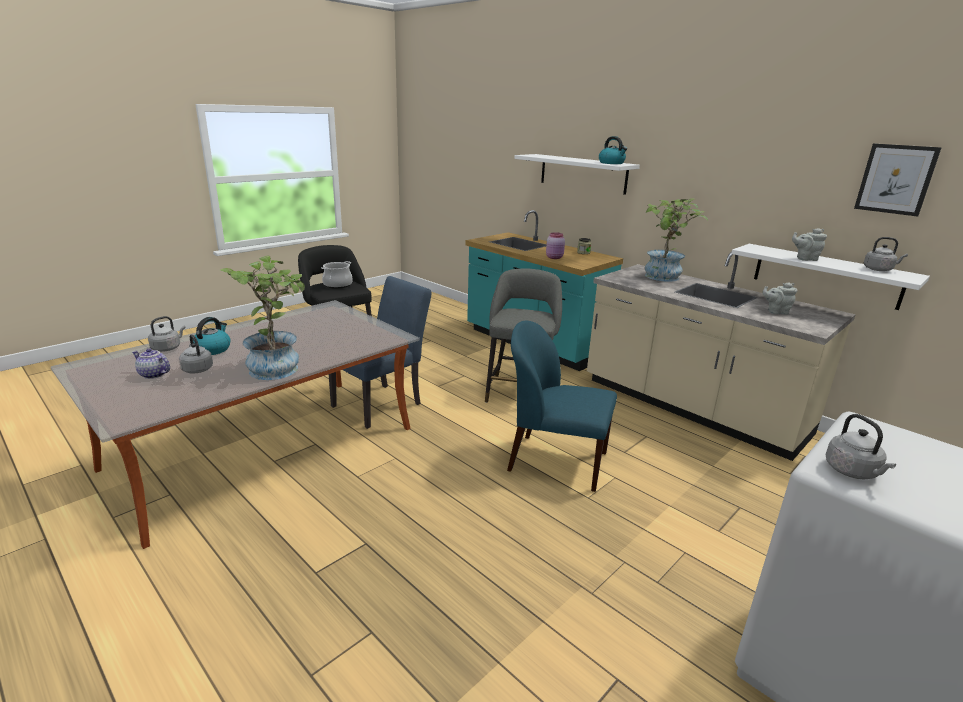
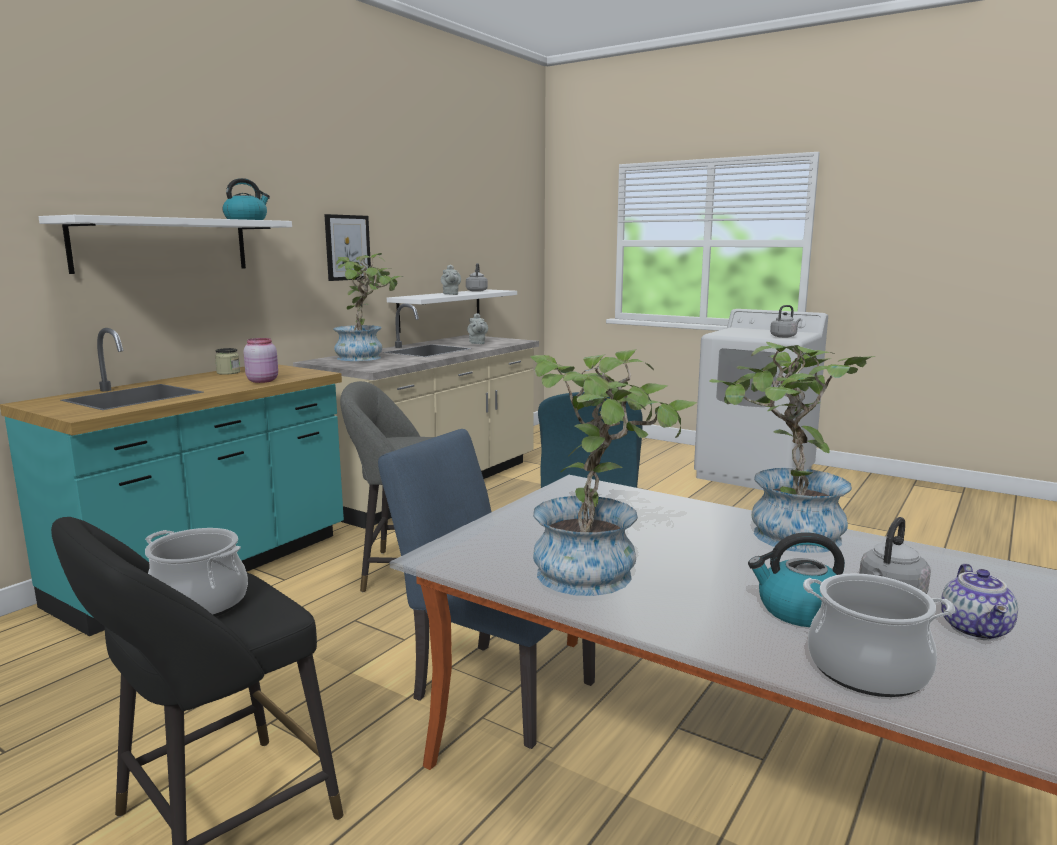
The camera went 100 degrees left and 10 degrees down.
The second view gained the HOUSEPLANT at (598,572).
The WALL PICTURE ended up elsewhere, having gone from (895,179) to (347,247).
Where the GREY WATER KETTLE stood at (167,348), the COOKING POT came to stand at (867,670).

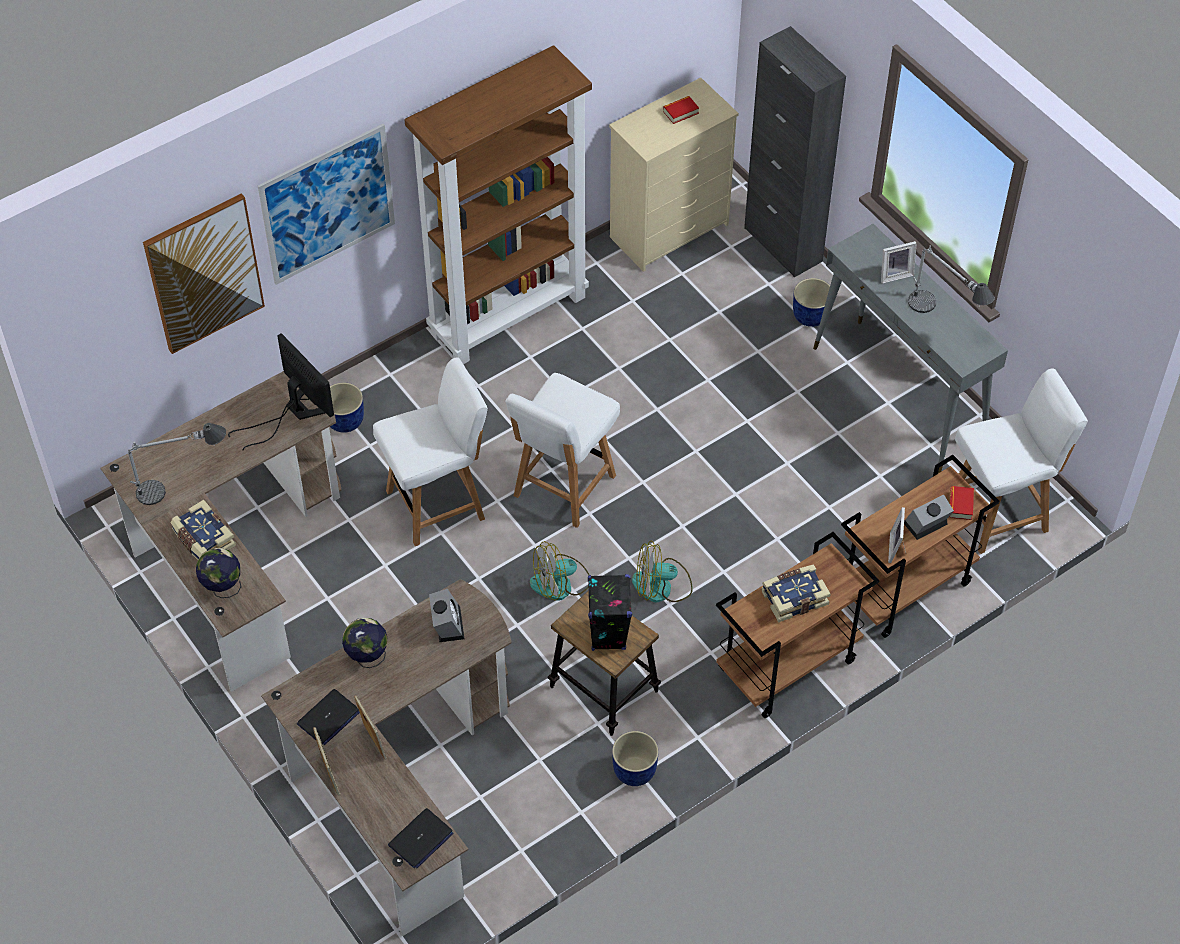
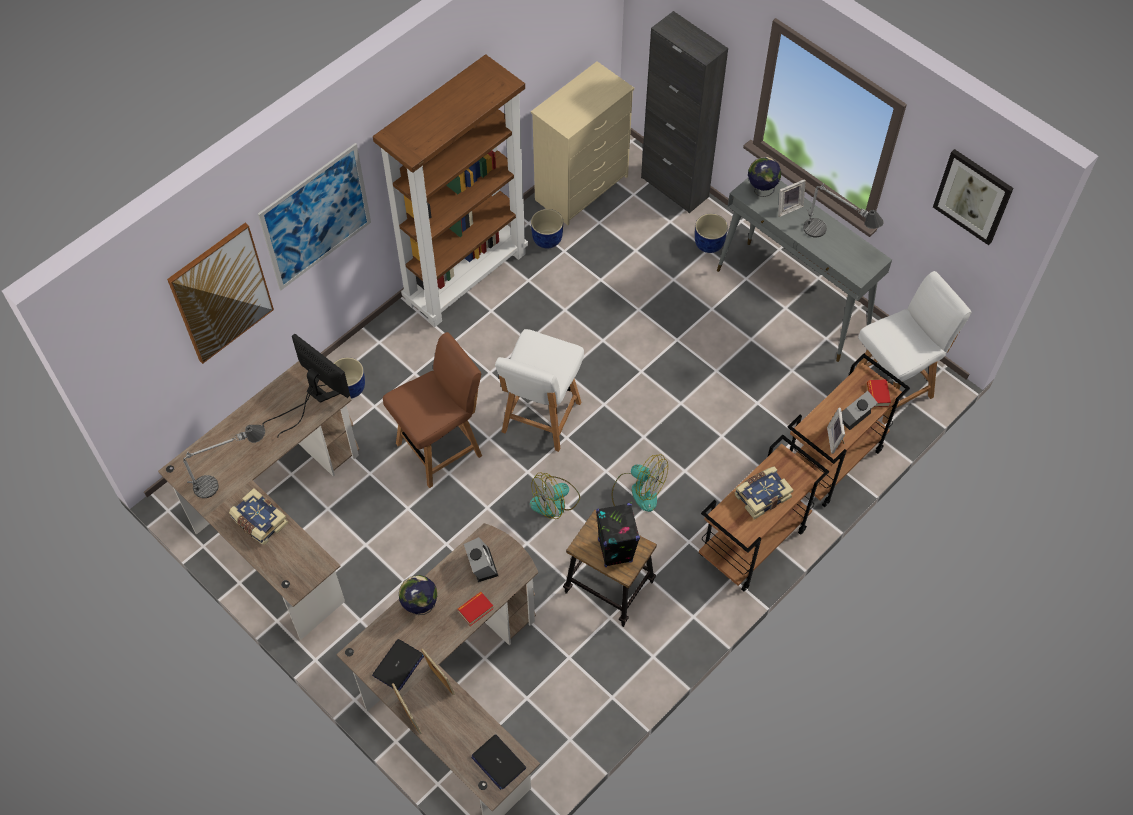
The camera went 10 degrees left and 5 degrees up.
The second view gained the WALL PICTURE at (973,196).
The DESK GLOBE ended up elsewhere, having gone from (222,588) to (761,190).
The BLUISH FLOWER POT ended up elsewhere, having gone from (634,771) to (547,239).
The BOUND BOOK ended up elsewhere, having gone from (680,112) to (475,610).
What was the WHITE-COLOURED PLAIN CHAIR at (438,504) turned into the BROWN PLAIN CHAIR at (441,448).
The NOTEBOOK COMPUTER at (420,839) ended up facing another way, 105 degrees clockwise from before.
The COOLING FAN at (661,586) ended up facing another way, 135 degrees counterclockwise from before.

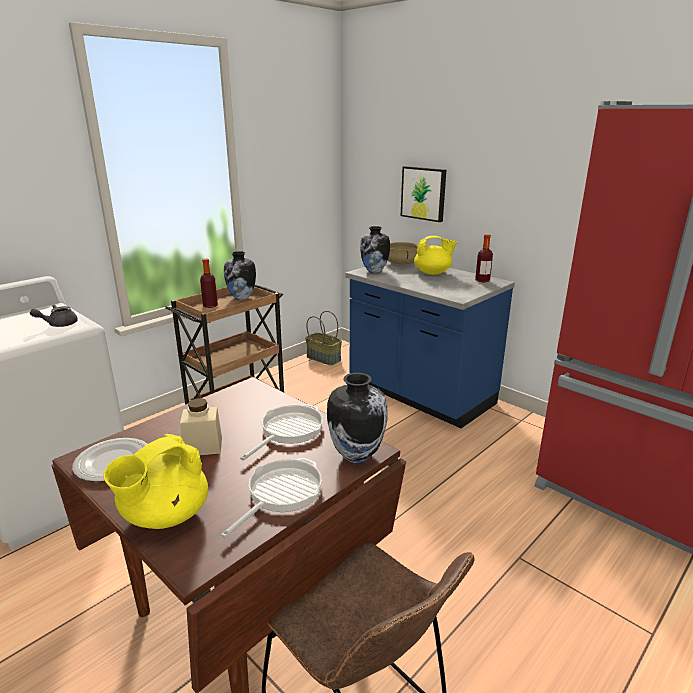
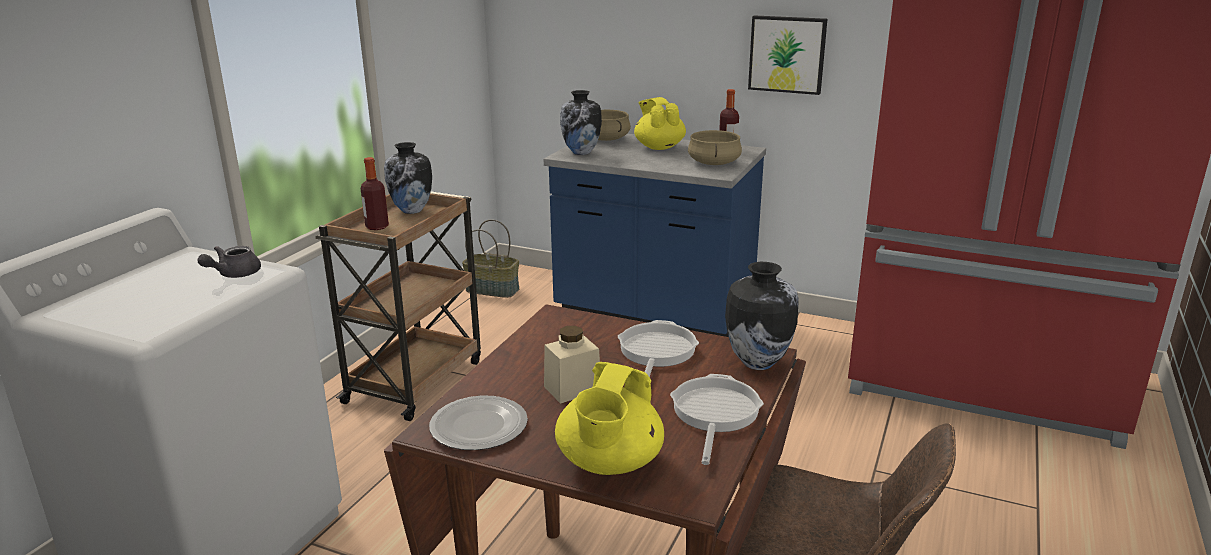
The camera went 20 degrees left and 0 degrees up.
The second view gained the BEIGE COOKING POT at (713,163).
The WALL PICTURE ended up elsewhere, having gone from (424,193) to (787,54).
The YELLOWISH POT FOR TEA at (433,273) ended up facing another way, 90 degrees counterclockwise from before.

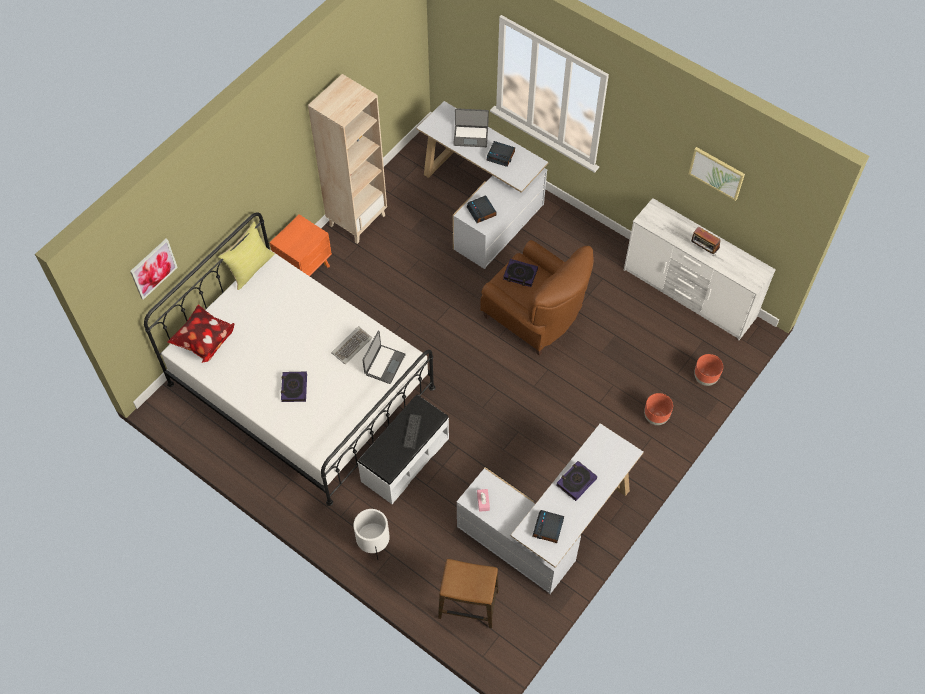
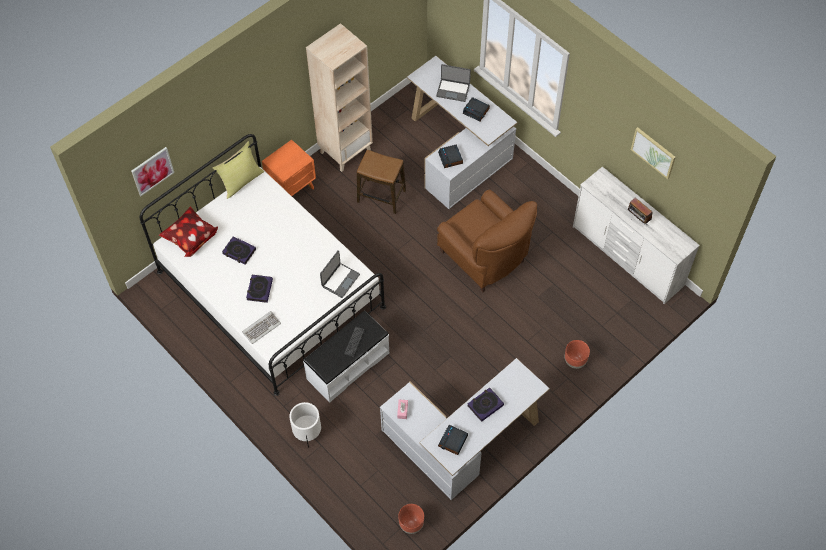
The camera went 10 degrees right and 0 degrees up.
The COMPUTER KEYBOARD ended up elsewhere, having gone from (351,345) to (261,328).
The STOOL SEAT ended up elsewhere, having gone from (468,605) to (381,196).
The BOUND BOOK ended up elsewhere, having gone from (520,274) to (239,252).
The BROWN FLOWER POT ended up elsewhere, having gone from (705,378) to (411,525).

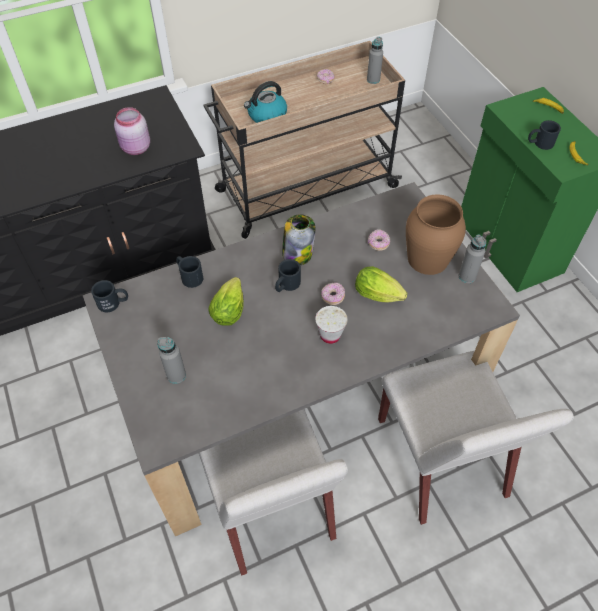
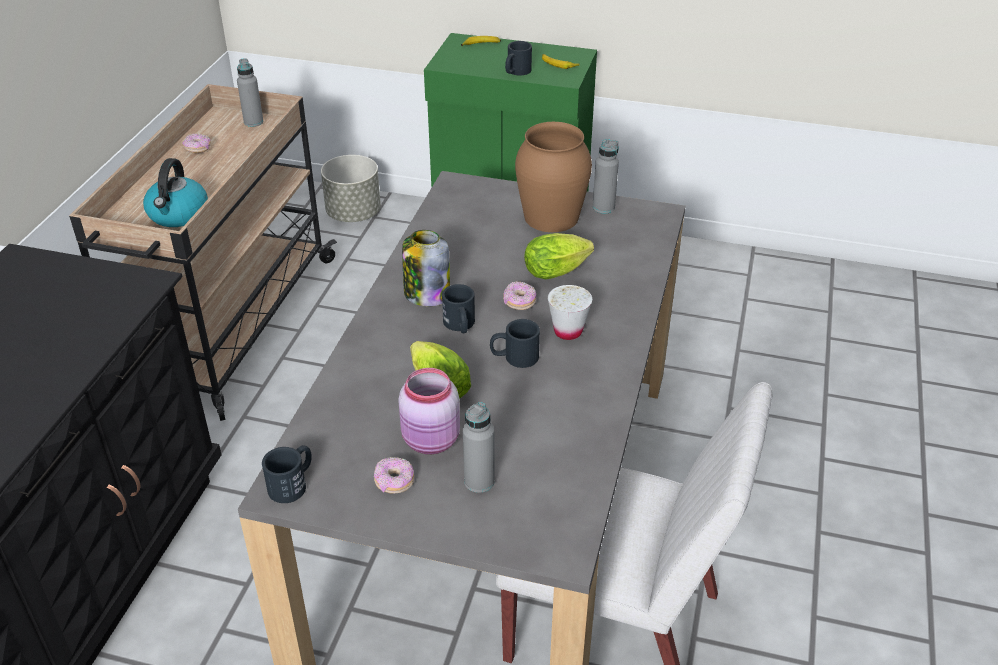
The camera went 50 degrees left and 15 degrees down.
The second view lost the WHITE-COLOURED PLAIN CHAIR at (442,459).
The second view gained the GREY FLOWER POT at (353,214).
The PINKISH STORAGE JAR ended up elsewhere, having gone from (135,148) to (432,441).
The BLACKISH MUG ended up elsewhere, having gone from (189,276) to (514,357).
The DONUT ended up elsewhere, having gone from (378,243) to (394,482).

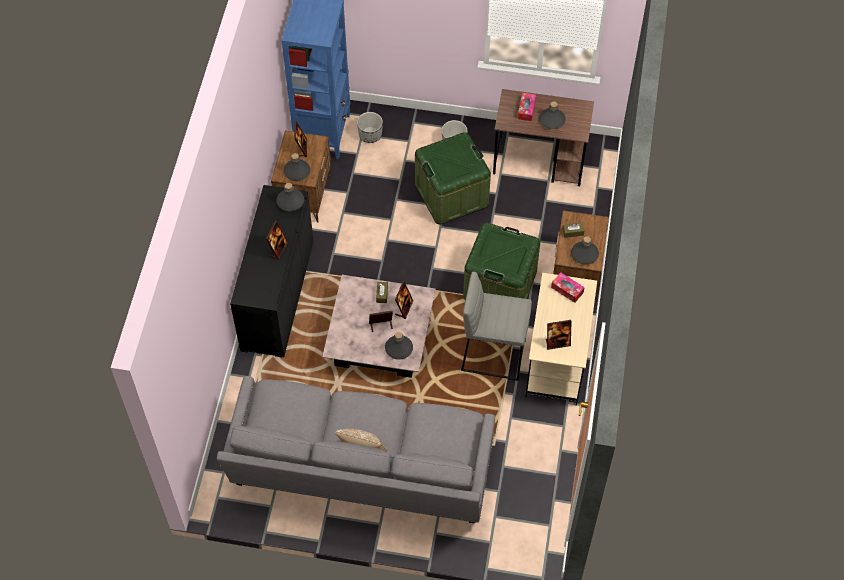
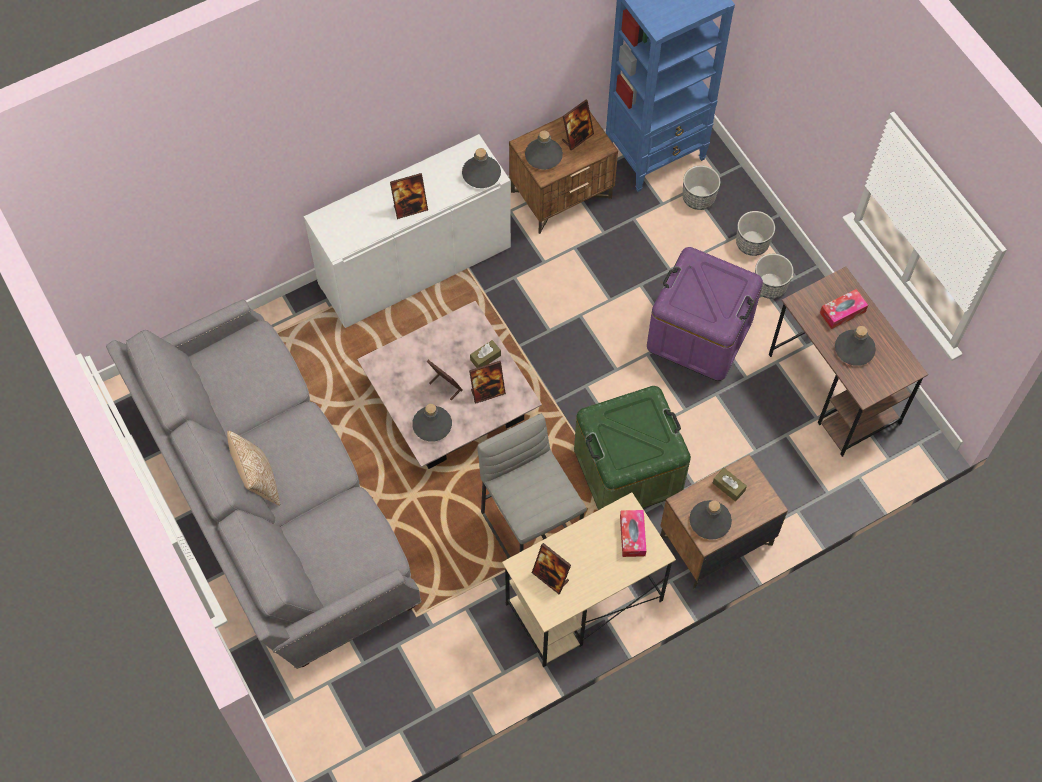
The camera went 50 degrees right and 5 degrees up.
The second view gained the FLOWER POT at (752,243).
What was the BLACKISH CUPBOARD at (277,295) turned into the WHITE-COLOURED CUPBOARD at (414,266).
What was the GREENISH STORAGE BOX at (451,195) turned into the PURPLE-COLOURED STORAGE BOX at (699,334).

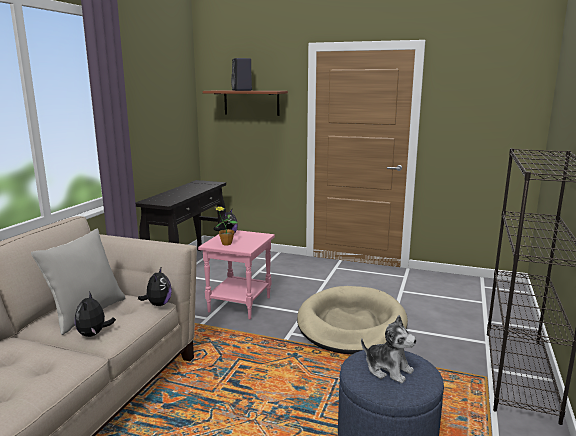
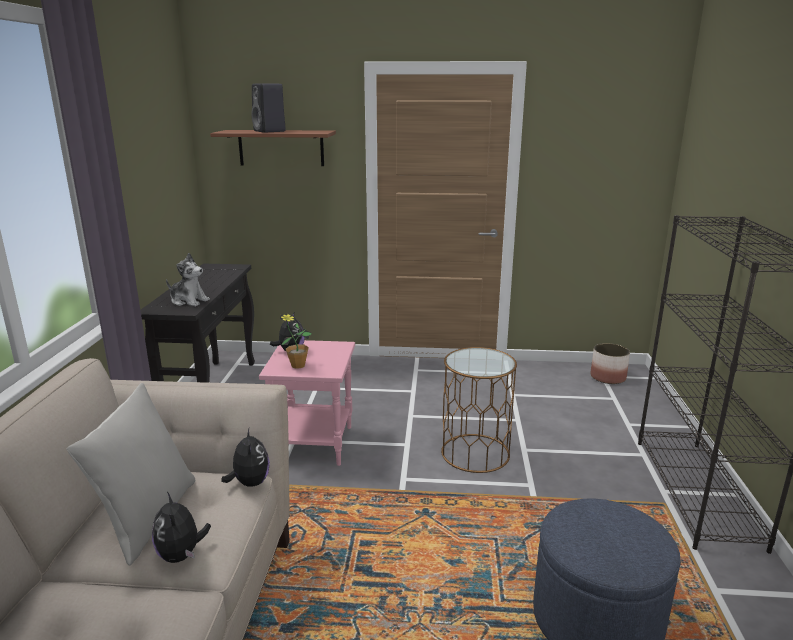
The camera went 15 degrees left and 5 degrees up.
The second view gained the FLOWER POT at (608,377).
The CUDDLY TOY ended up elsewhere, having gone from (388,369) to (189,301).
Where the BEIGE PET BED stood at (351,324), the BROWN END TABLE came to stand at (475,453).

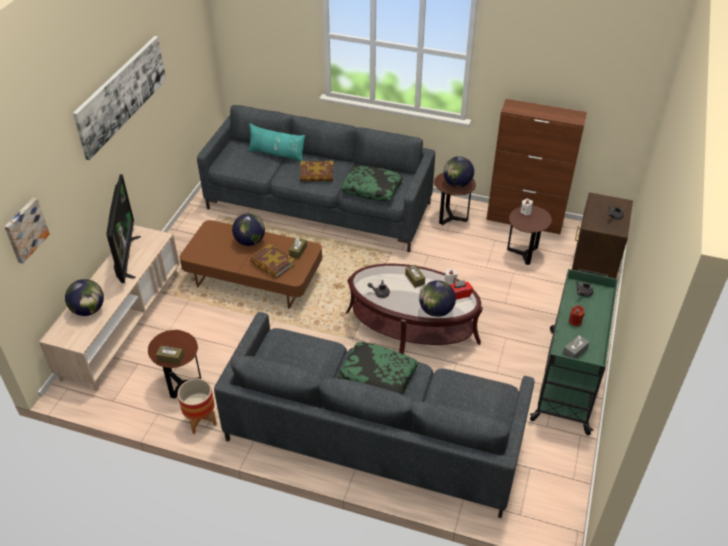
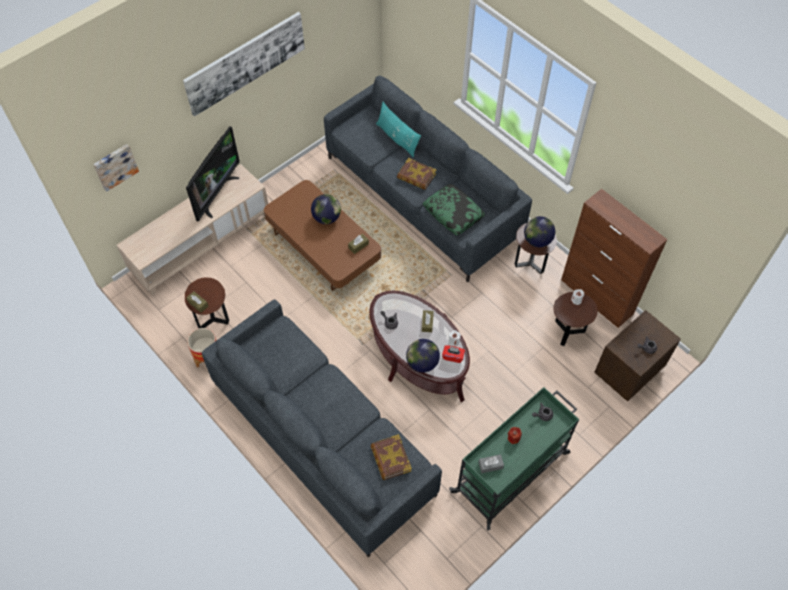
The camera went 30 degrees right and 15 degrees up.
The second view lost the DESK GLOBE at (88,310).
The second view lost the CUSHION at (377,375).
The BOUND BOOK ended up elsewhere, having gone from (272,264) to (390,459).

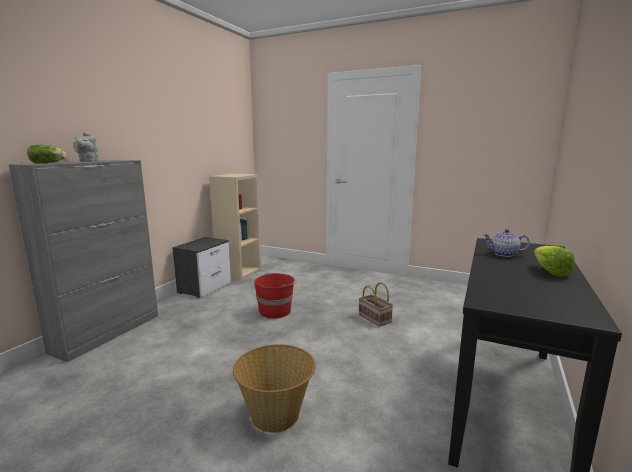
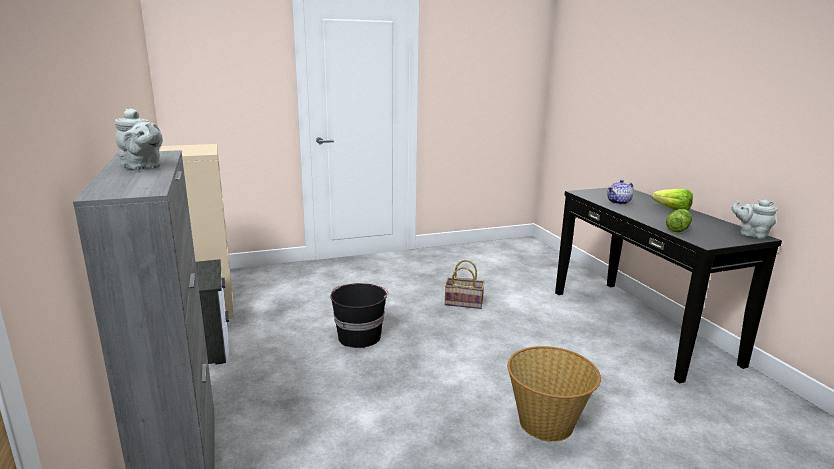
The camera went 45 degrees left and 5 degrees up.
The second view gained the GREY POT FOR TEA at (751,234).
The LETTUCE HEAD ended up elsewhere, having gone from (49,163) to (678,228).
What was the RED BUCKET at (276,311) turned into the BLACKISH BUCKET at (359,336).

